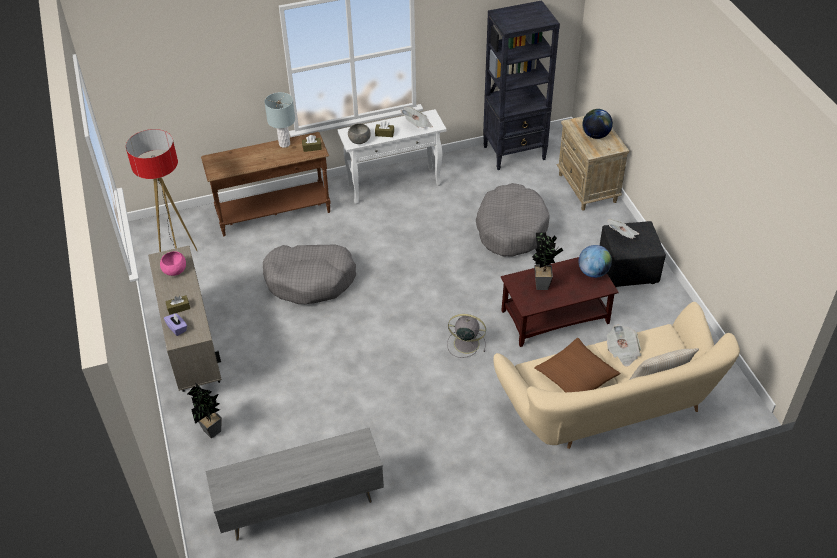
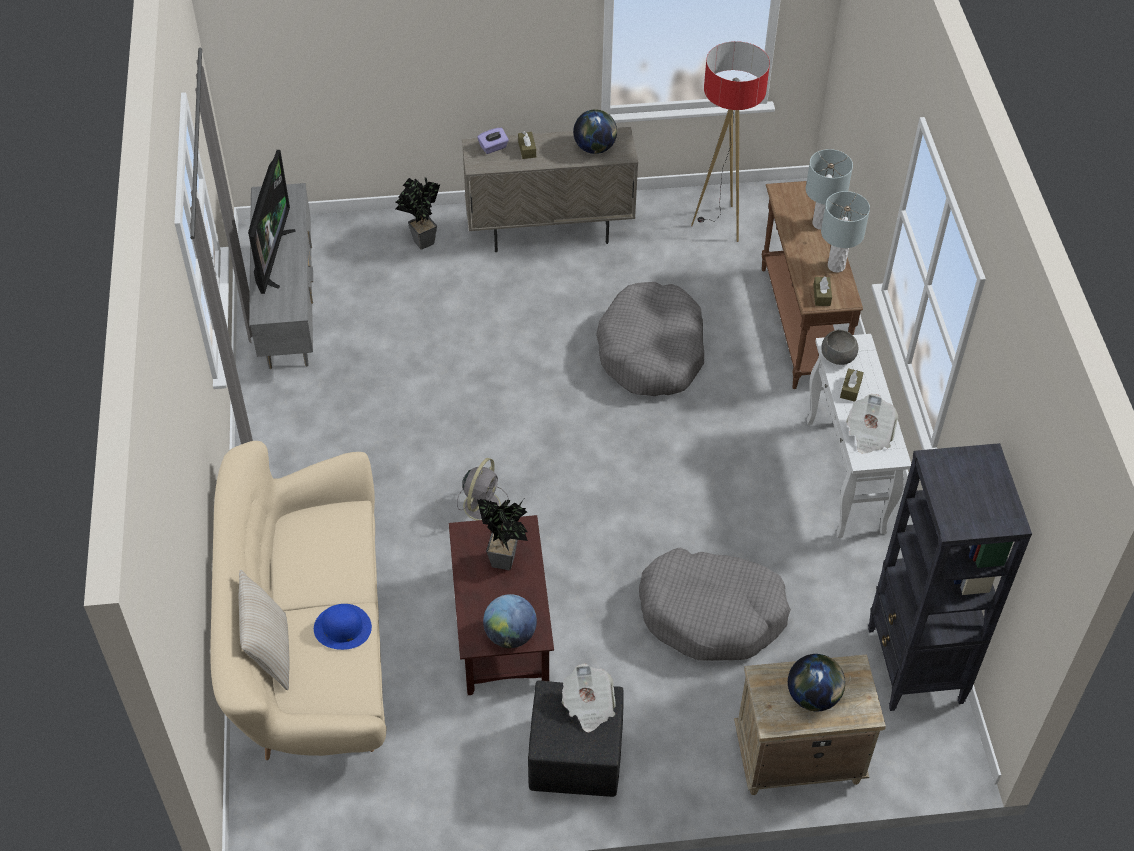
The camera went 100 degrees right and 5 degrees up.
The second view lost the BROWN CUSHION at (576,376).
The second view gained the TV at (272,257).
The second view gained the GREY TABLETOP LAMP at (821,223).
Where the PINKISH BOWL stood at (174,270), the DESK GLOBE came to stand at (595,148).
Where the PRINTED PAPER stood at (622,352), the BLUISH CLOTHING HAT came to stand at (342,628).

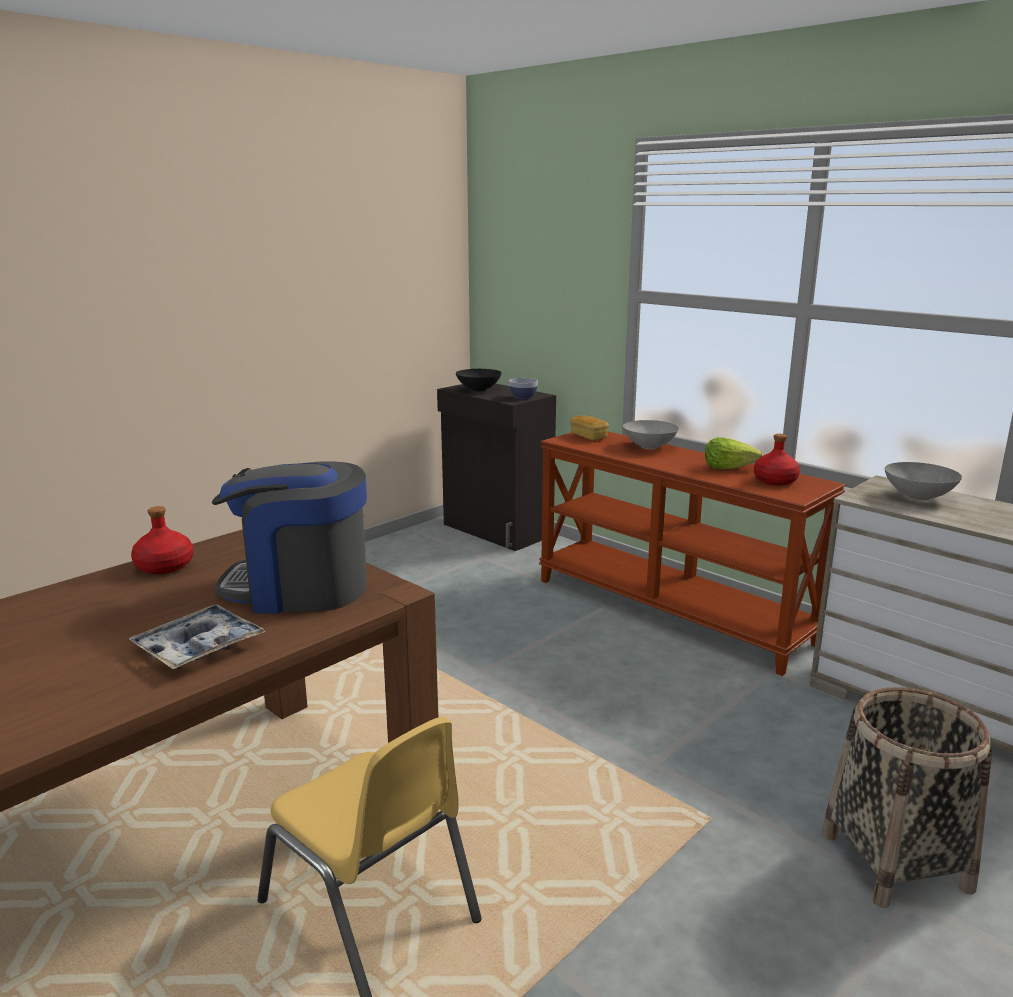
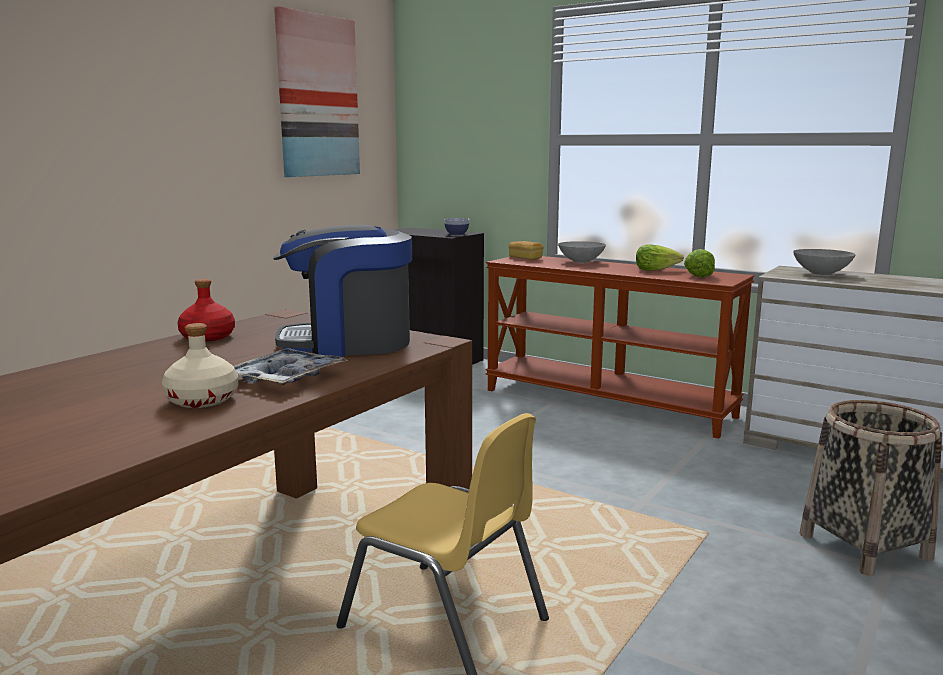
The camera went 10 degrees left and 5 degrees down.
The second view lost the BLACKISH BOWL at (479,390).
The second view gained the BEIGE BOTTLE at (202,400).
The second view gained the WALL PICTURE at (317,96).
Where the RED BOTTLE stood at (774,481), the LETTUCE HEAD came to stand at (698,275).

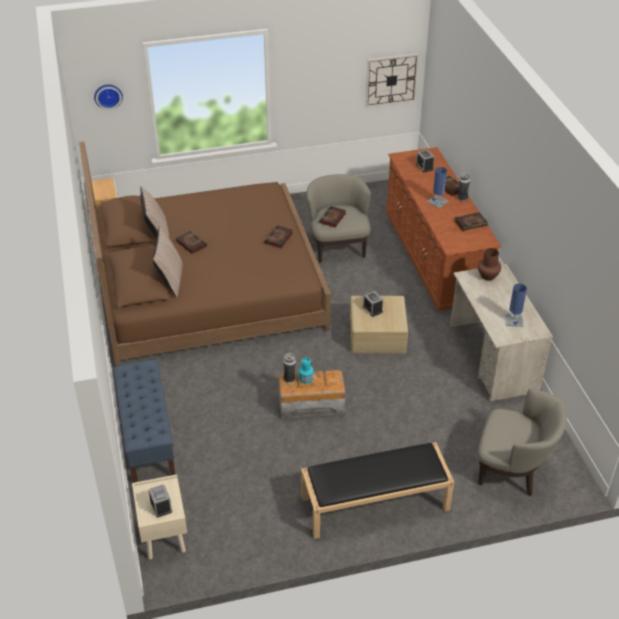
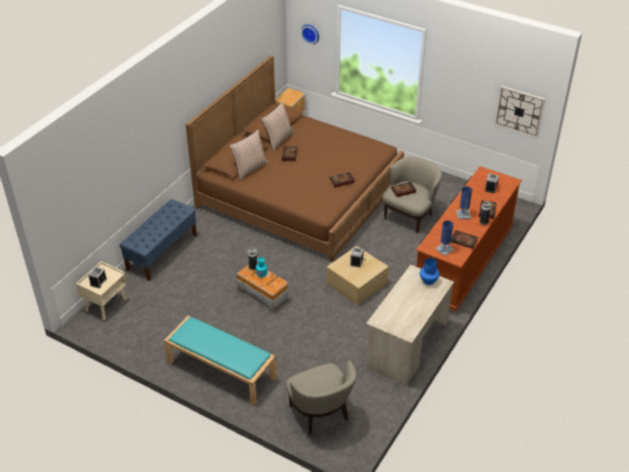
The camera went 45 degrees right and 0 degrees up.
The BLUISH TABLETOP LAMP ended up elsewhere, having gone from (514,320) to (444,249).
What was the BLACKISH BENCH at (374,504) turned into the TURQUOISE BENCH at (220,370).
What was the BROWN VASE at (487,276) turned into the BLUISH VASE at (428,280).

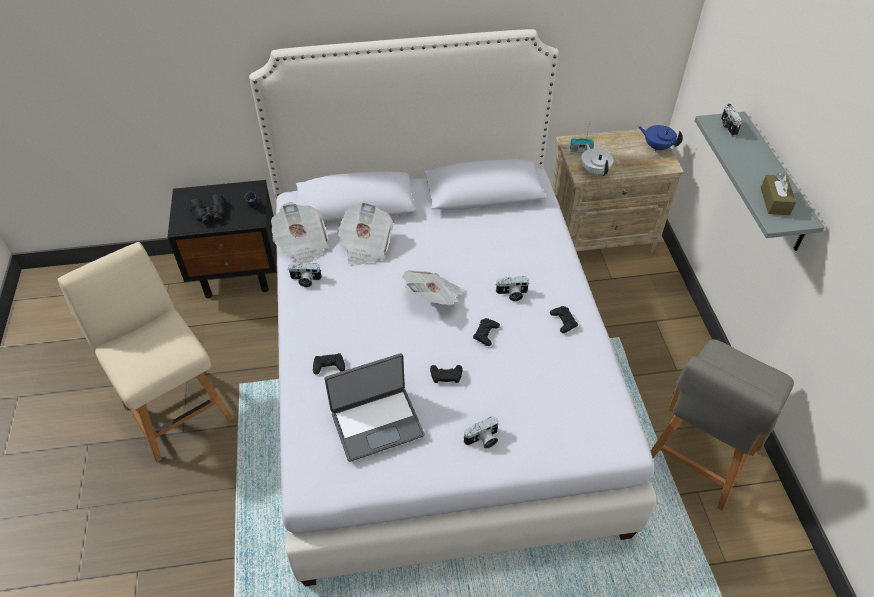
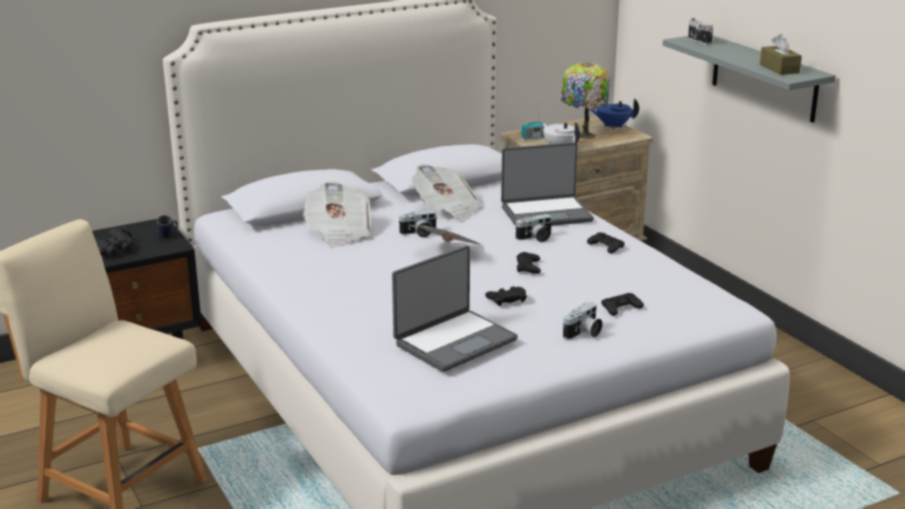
The camera went 20 degrees left and 25 degrees down.
The second view lost the GREY PLAIN CHAIR at (697,459).
The second view gained the NOTEBOOK COMPUTER at (546,213).
The second view gained the TABLETOP LAMP at (583,135).
The PRINTED PAPER ended up elsewhere, having gone from (302,245) to (446,209).
The PHOTO CAMERA ended up elsewhere, having gone from (305,280) to (419,233).
The BLACKISH GAME CONTROLLER ended up elsewhere, having gone from (329,366) to (621,308).

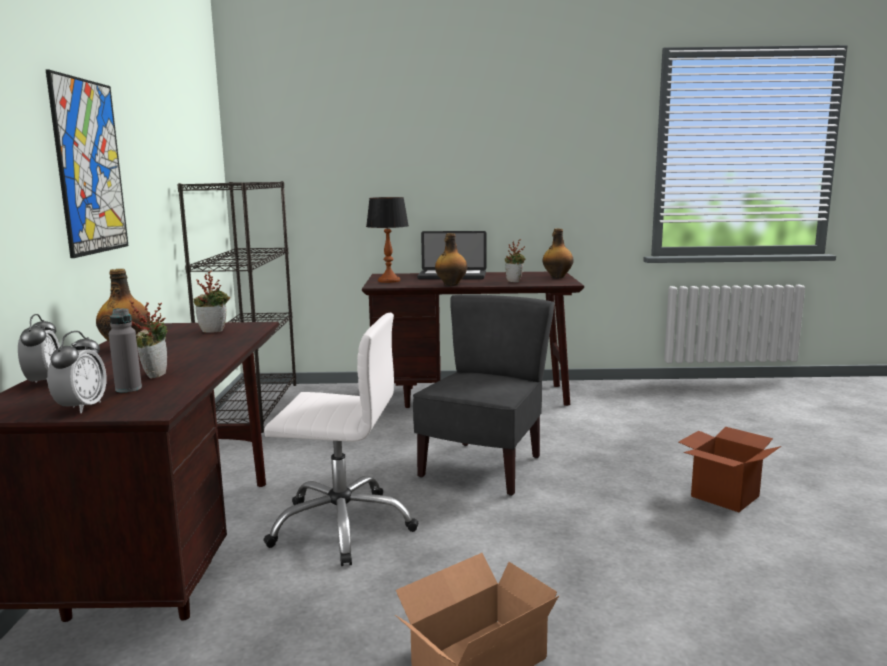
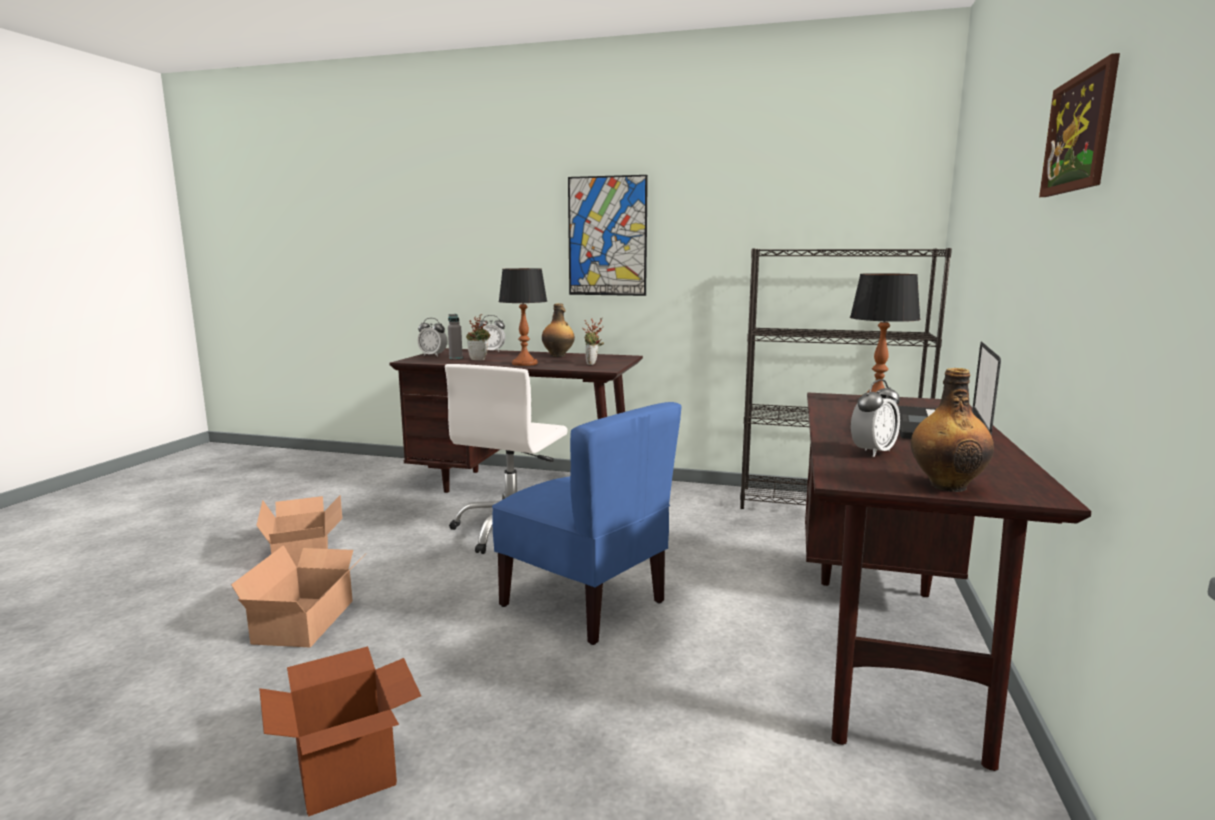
The camera went 105 degrees right and 0 degrees up.
The second view lost the BOTTLE at (451,285).
The second view gained the CARDBOARD BOX at (309,620).
The second view gained the TABLETOP LAMP at (524,363).
The second view gained the WALL PICTURE at (1078,133).
Where the HOUSEPLANT stood at (515,281), the ALARM CLOCK came to stand at (873,452).
What was the GREY PLAIN CHAIR at (483,467) turned into the BLUISH PLAIN CHAIR at (585,603).

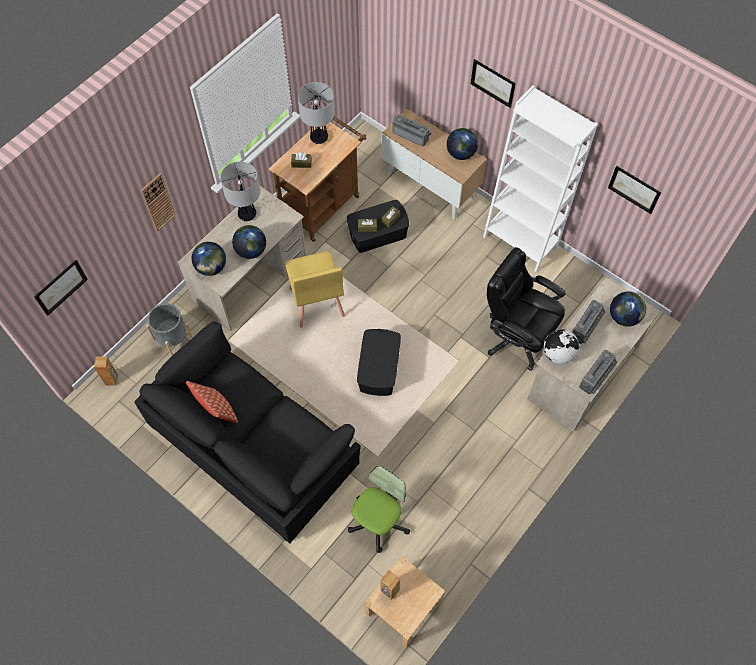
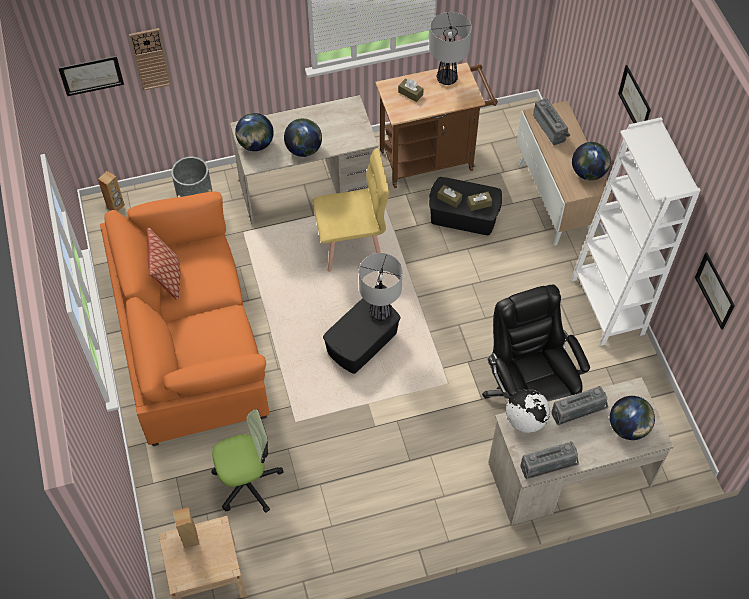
The camera went 35 degrees right and 5 degrees down.
The WALL CLOCK ended up elsewhere, having gone from (158,202) to (150,59).
The TABLETOP LAMP ended up elsewhere, having gone from (247,214) to (380,312).
What was the BLACKISH SETTEE at (254,446) turned into the ORANGEY SETTEE at (191,341).
The YELLOWISH PLAIN CHAIR at (316,303) ended up facing another way, 120 degrees counterclockwise from before.

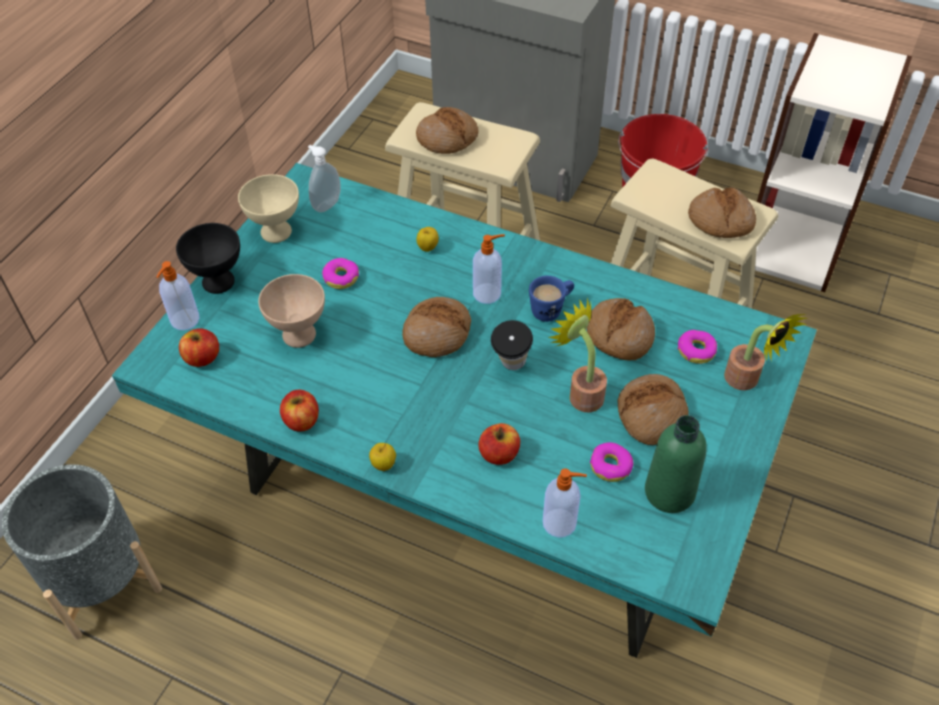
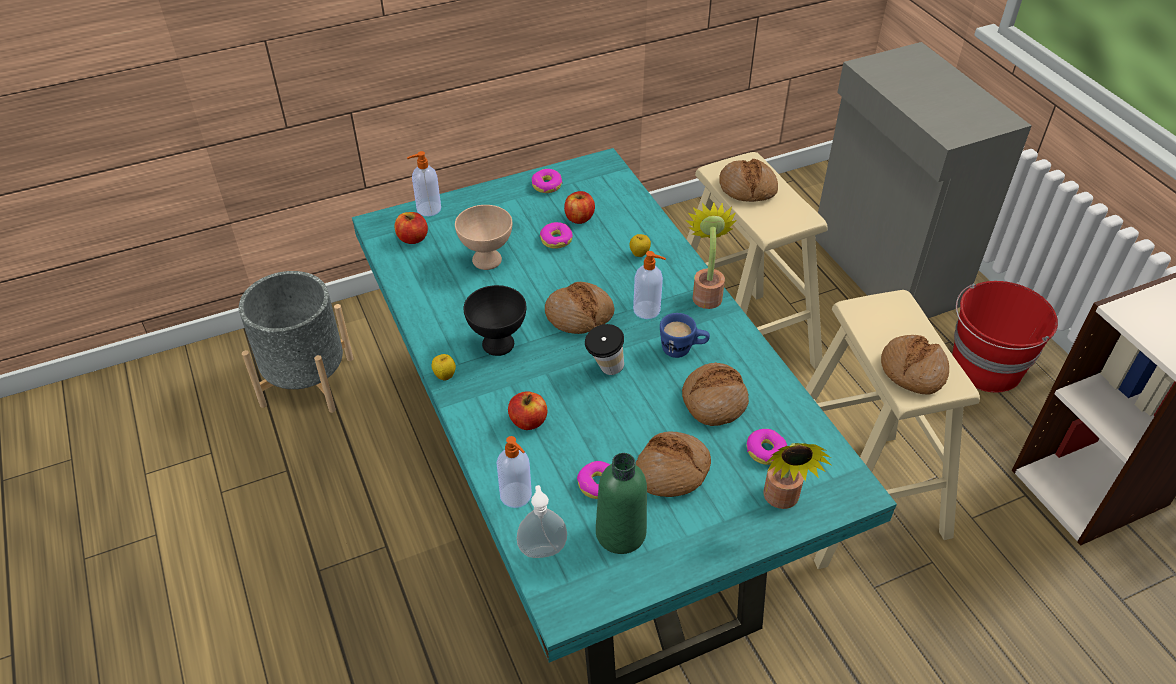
The camera went 40 degrees right and 5 degrees down.
The BLACKISH BOWL ended up elsewhere, having gone from (218,281) to (499,343).
The APPLE FRUIT ended up elsewhere, having gone from (301,421) to (579,218).
The SOAP BOTTLE ended up elsewhere, having gone from (325,204) to (542,549).
The HOUSEPLANT ended up elsewhere, having gone from (581,393) to (706,293).
Where the BEIGE BOWL stood at (275,232), the DONUT came to stand at (546,185).

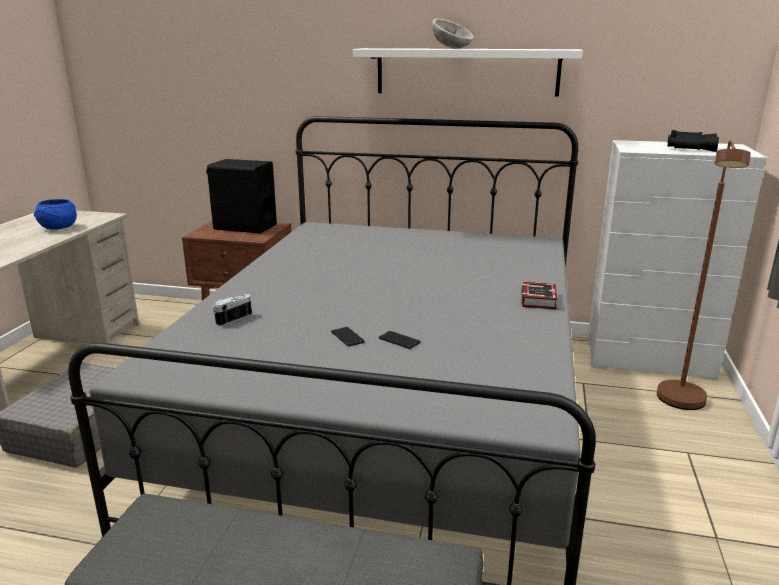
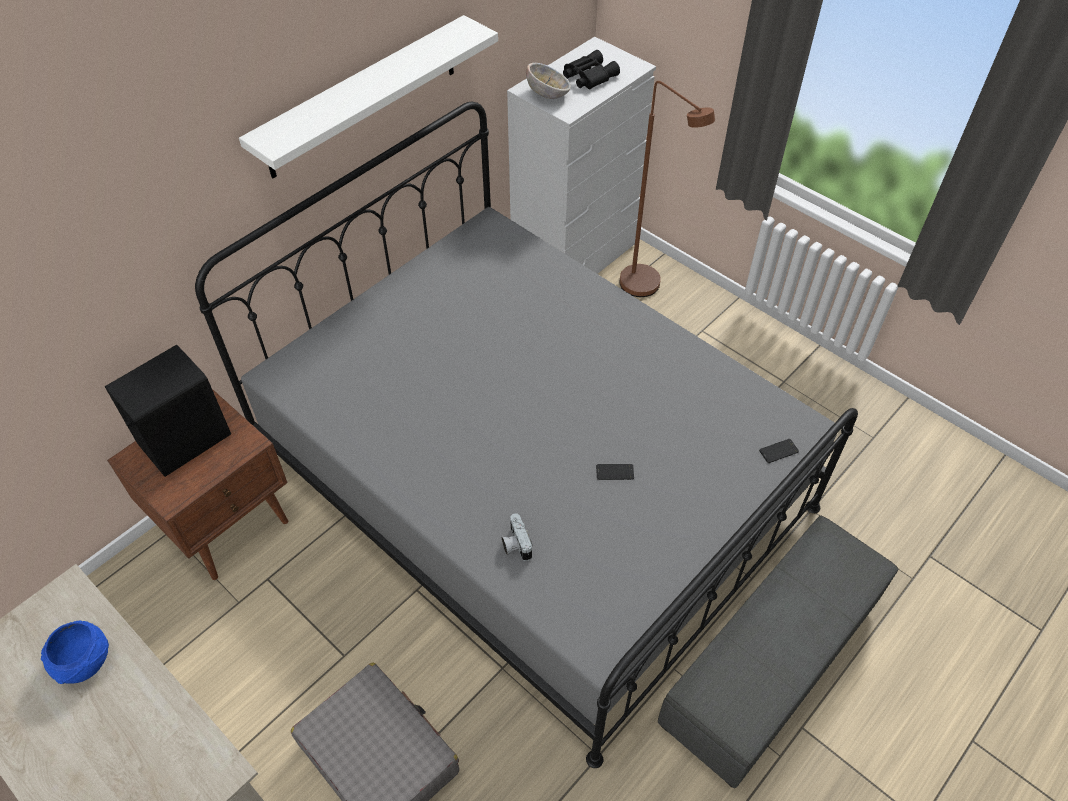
The camera went 60 degrees left and 30 degrees up.
The second view lost the BOUND BOOK at (539,299).
The TELEPHONE ended up elsewhere, having gone from (399,340) to (778,451).
The BOWL ended up elsewhere, having gone from (452,48) to (548,94).

